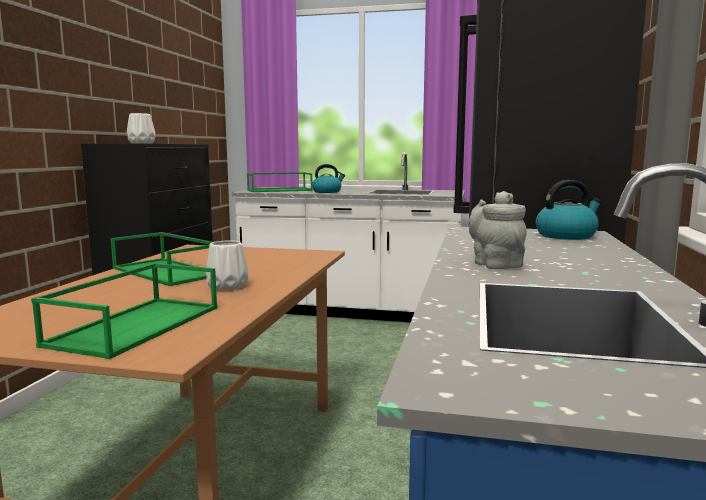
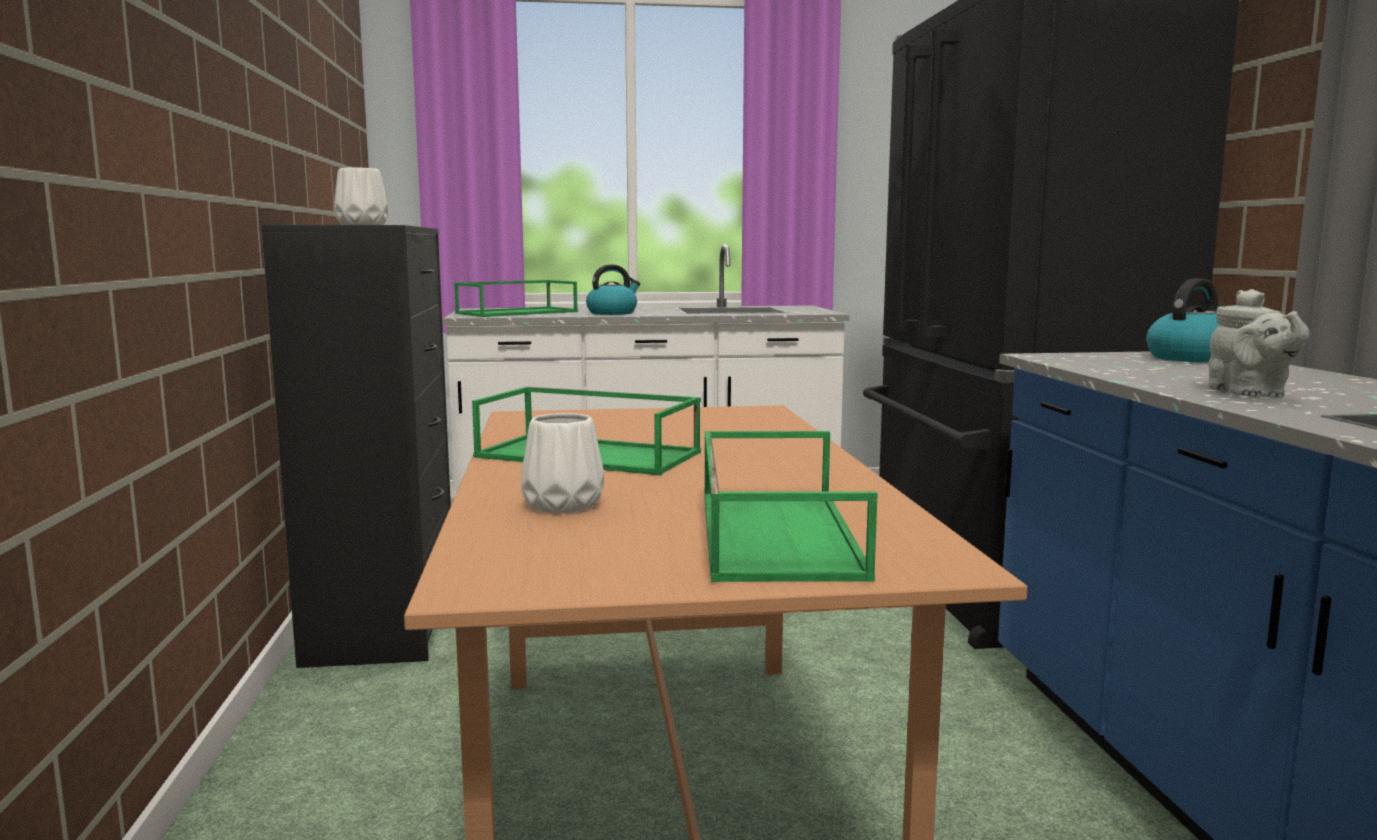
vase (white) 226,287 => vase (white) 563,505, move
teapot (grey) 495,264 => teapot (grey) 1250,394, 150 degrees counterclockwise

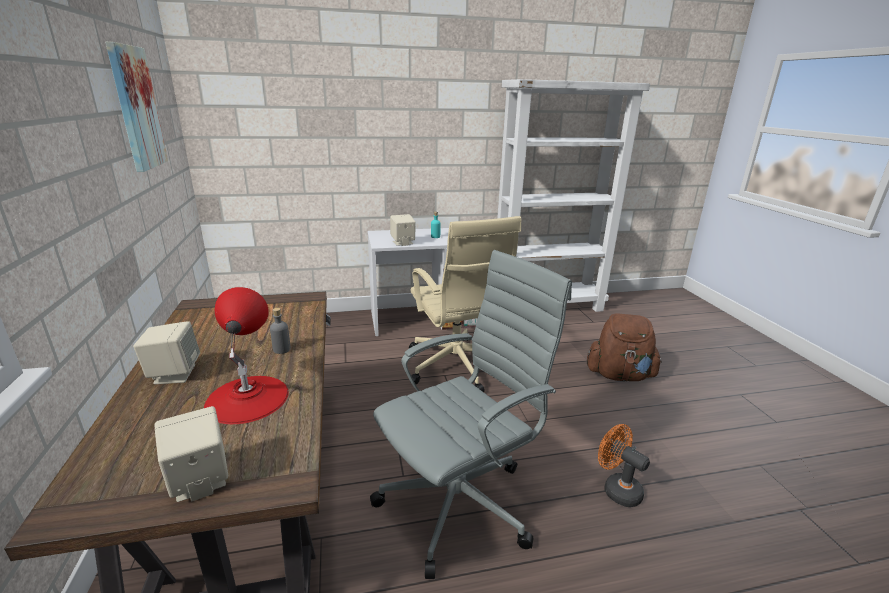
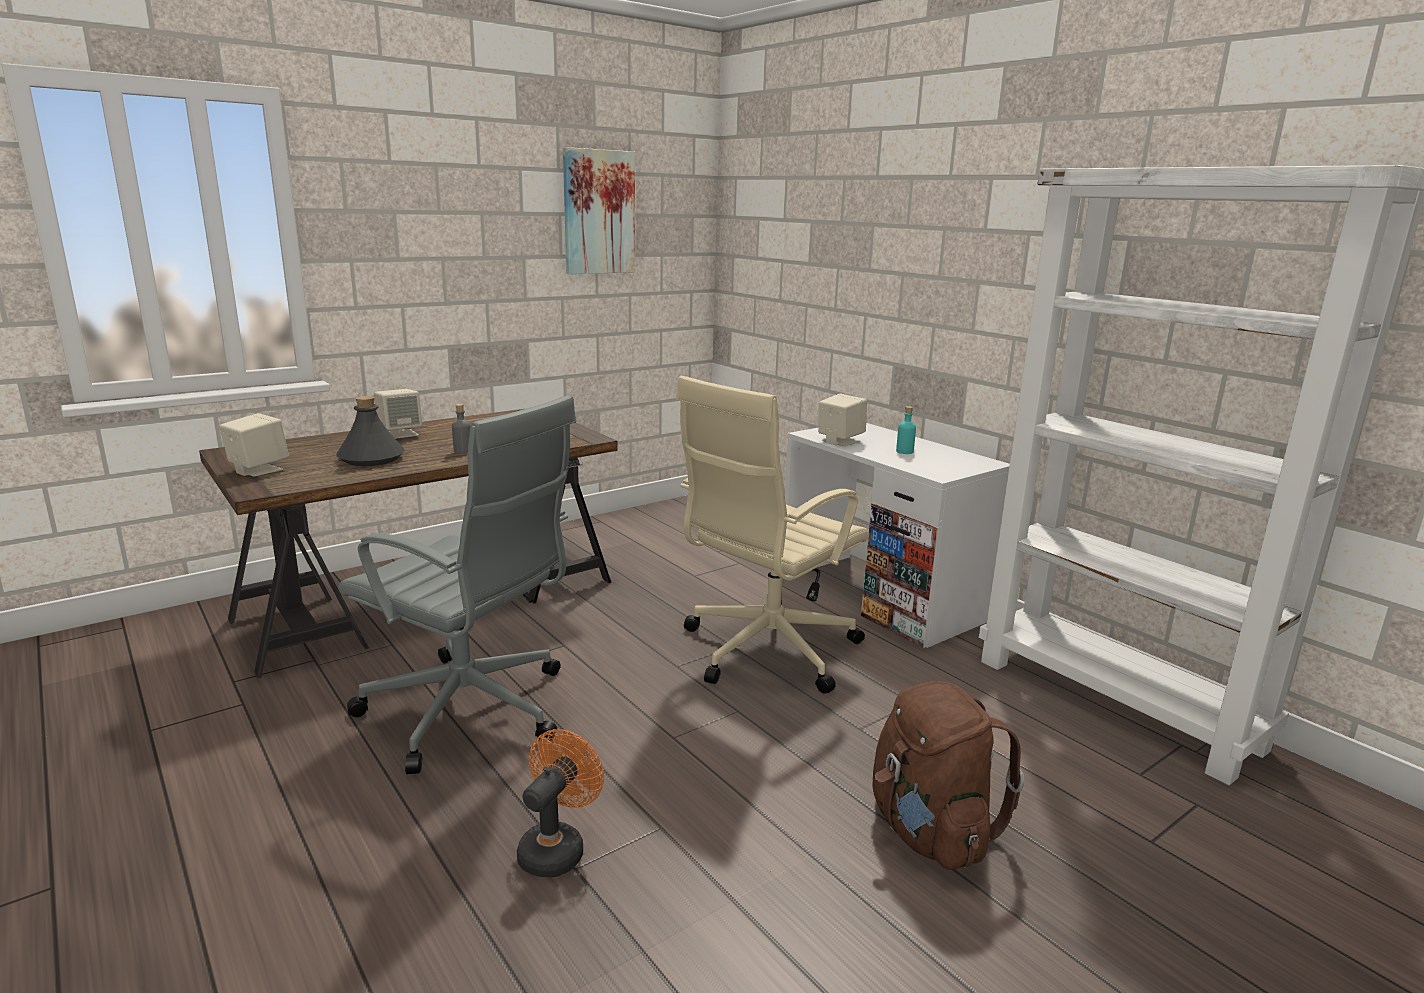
table lamp (red) 247,398 => bottle (grey) 371,458

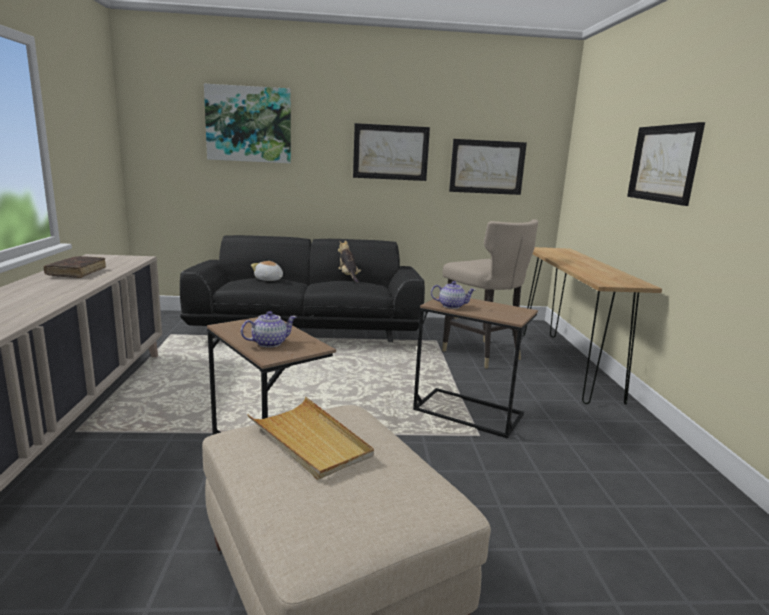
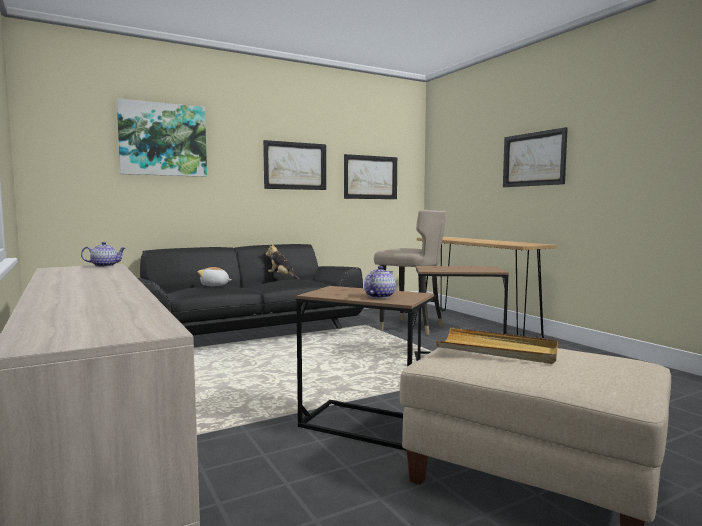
book (brown) 77,272 => nothing
teapot 452,306 => teapot 105,266, move

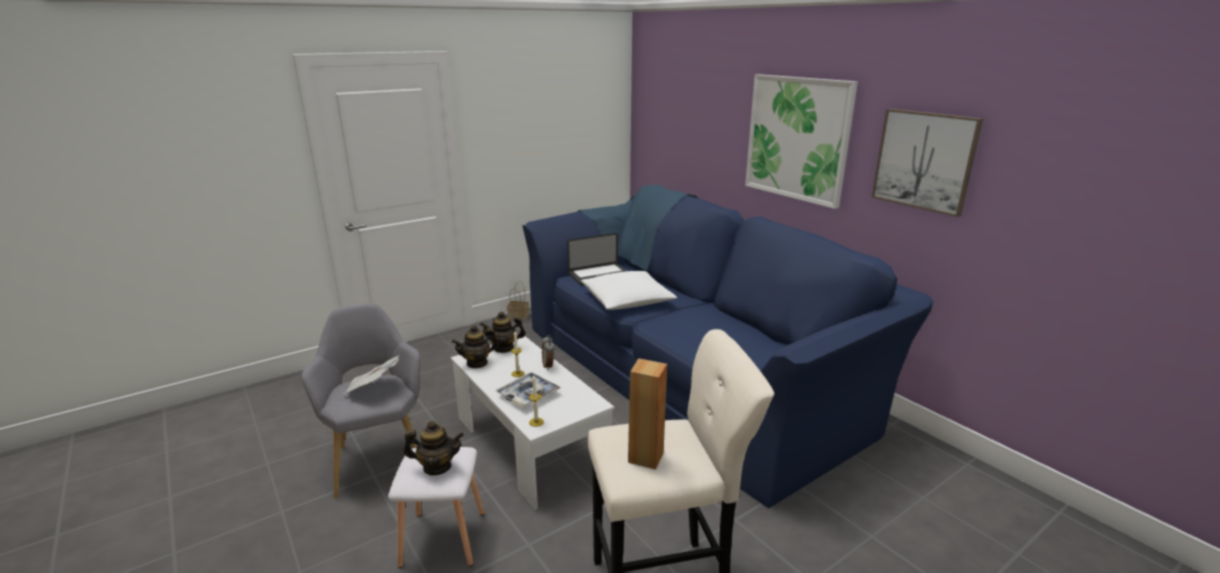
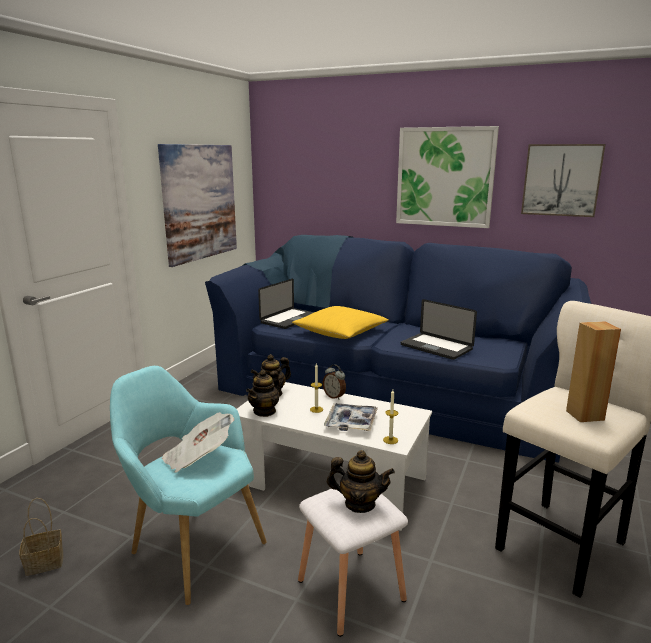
armchair (grey) 379,457 => armchair (turquoise) 191,546
teapot 437,467 => teapot 359,504, 45 degrees clockwise
basket 519,316 => basket 46,562, move
pillow (white) 627,301 => pillow (yellow) 341,332
nothing => picture 200,202
nothing => laptop 436,347

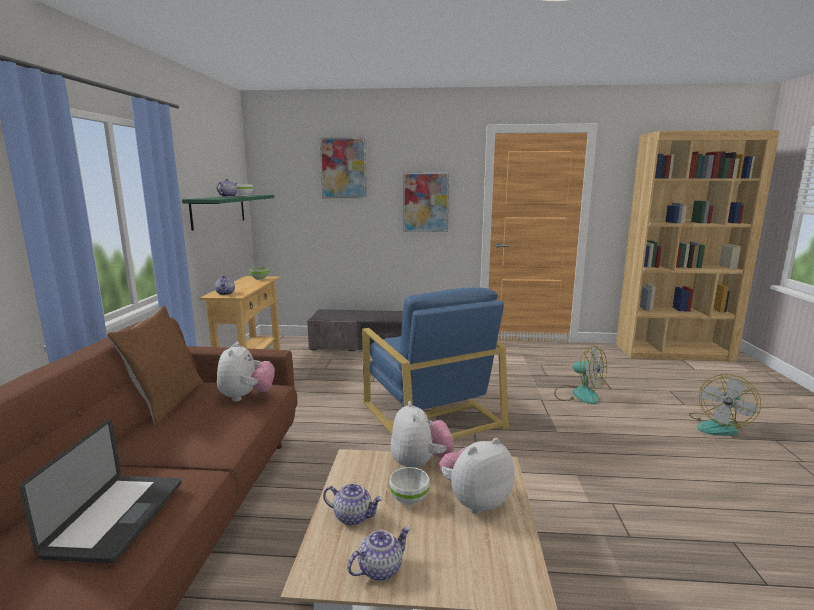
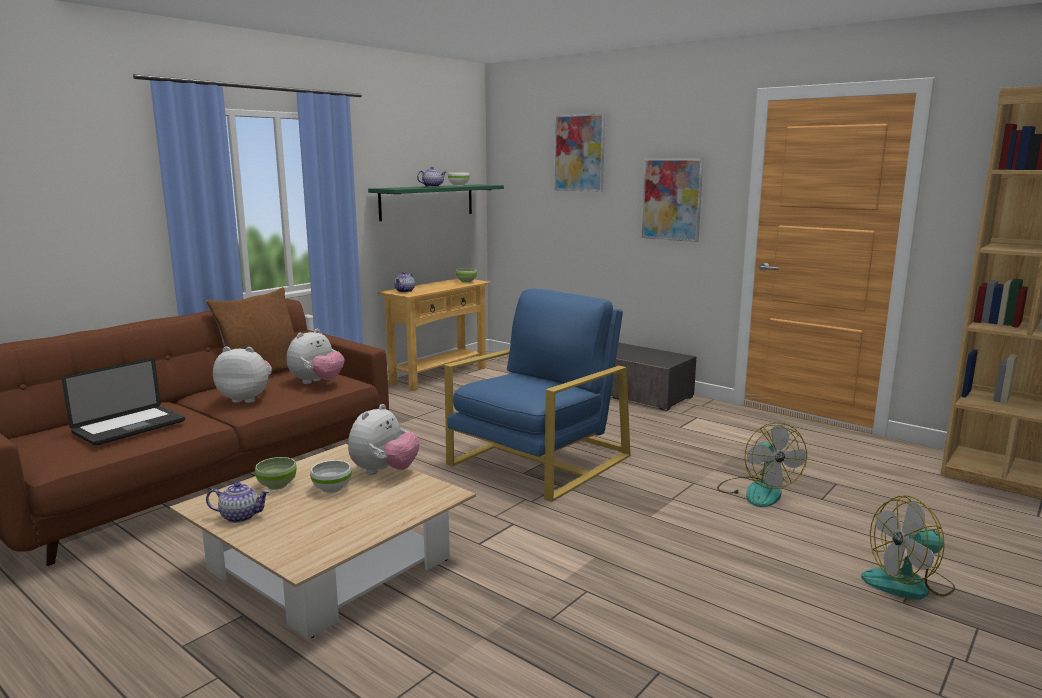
teapot 353,516 => bowl (green) 277,485
armchair (blue) 431,414 => armchair (blue) 538,460, 150 degrees counterclockwise
plush toy 475,501 => plush toy 246,399, move

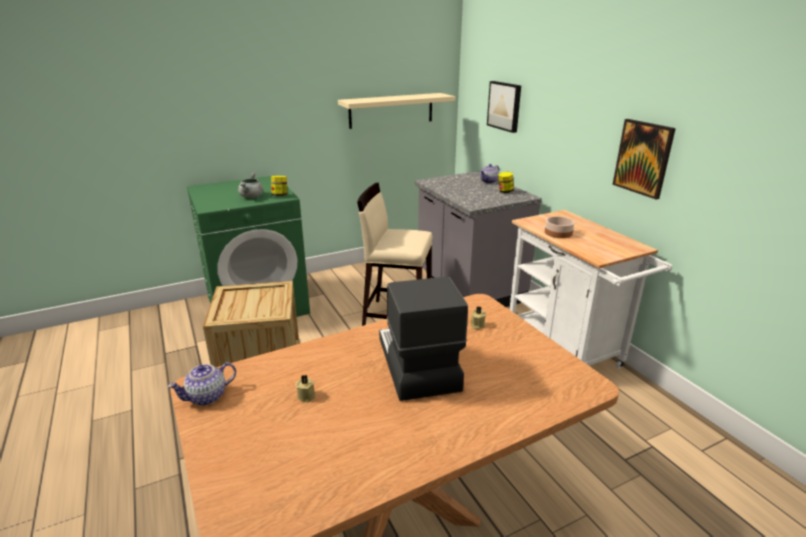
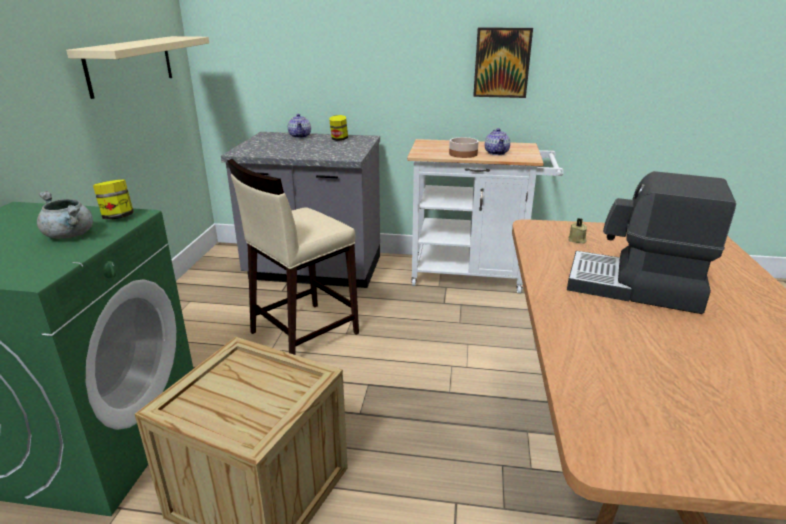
teapot 207,396 => teapot 496,153, move
candle (beige) 306,395 => nothing
picture 505,106 => nothing

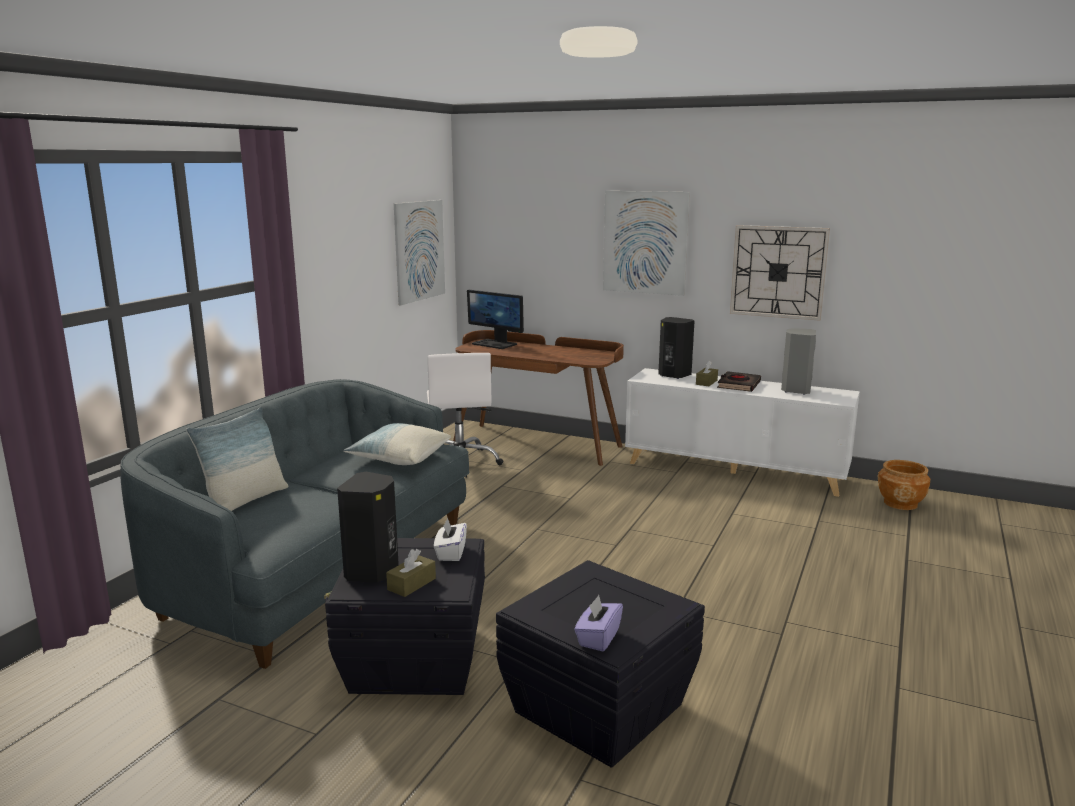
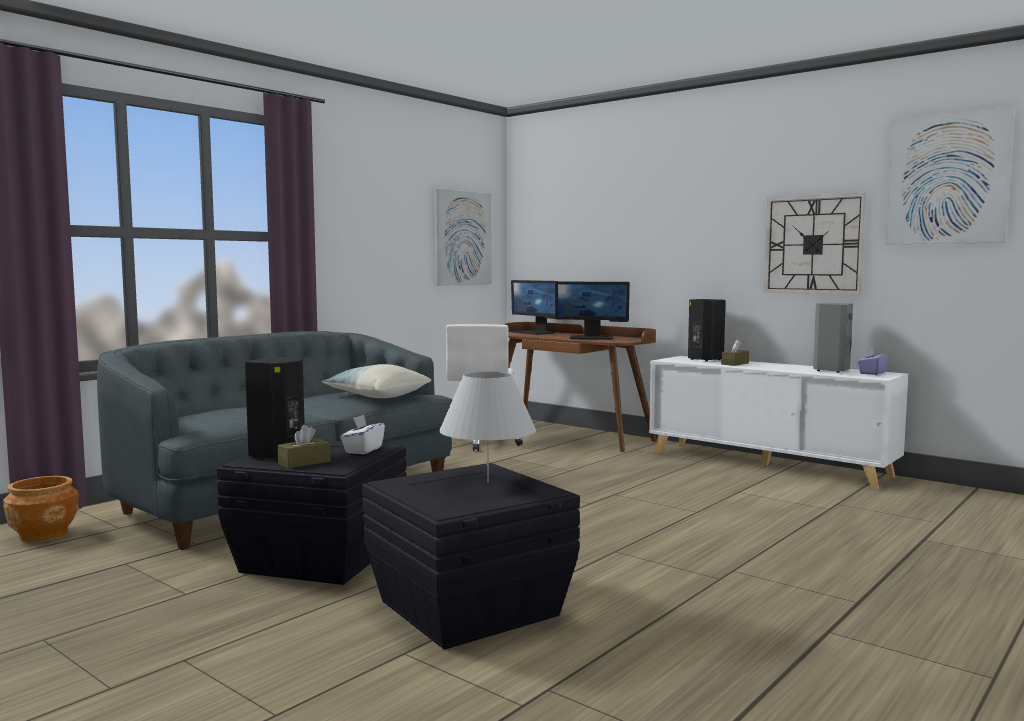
pillow 245,501 => nothing
tissue box (purple) 598,638 => tissue box (purple) 871,373, move
picture 645,242 => picture 946,179, move
book (black) 738,385 => nothing
planter (brown) 900,503 => planter (brown) 44,535, move
nothing => table lamp (white) 487,482
nothing => monitor 592,338

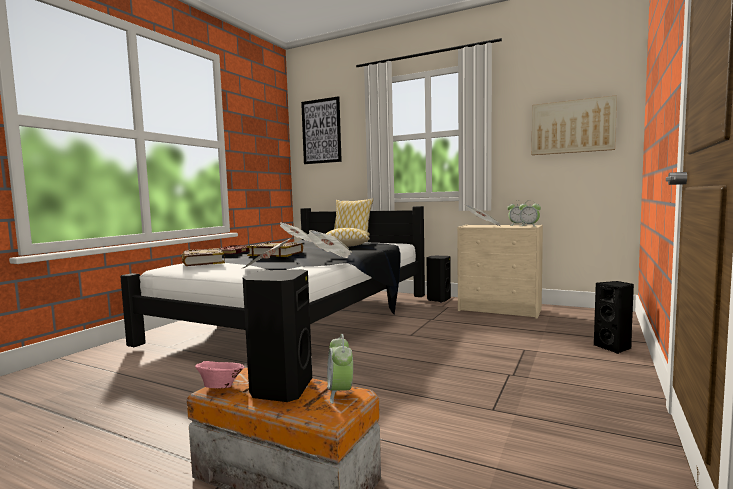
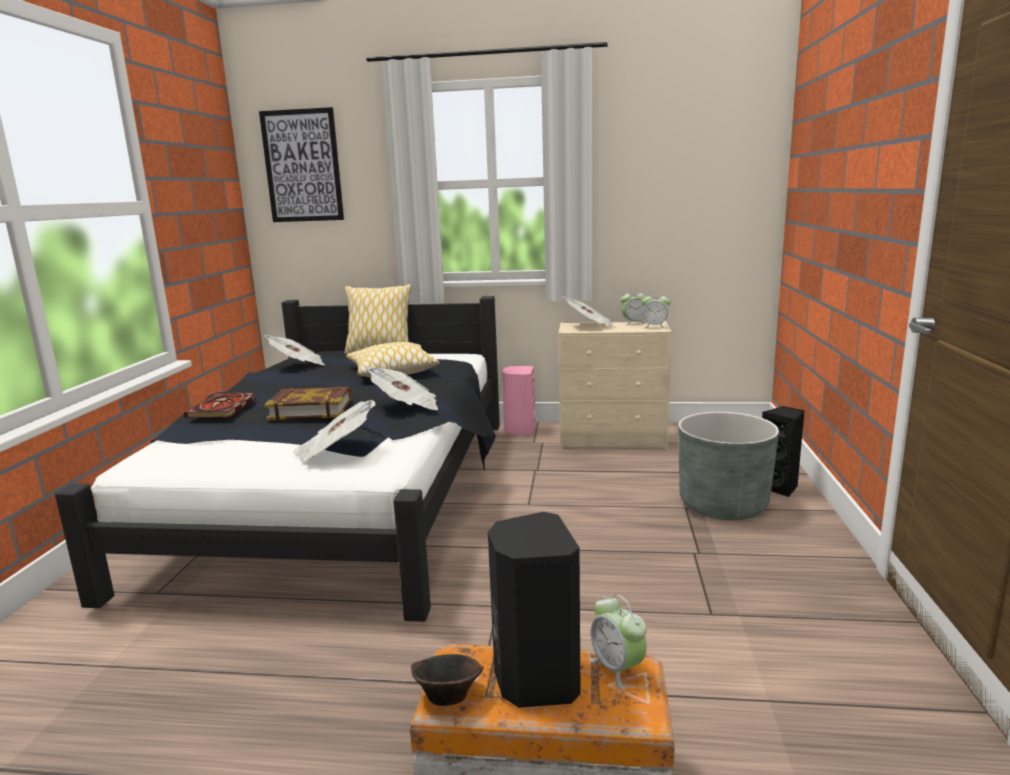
book 202,262 => nothing
bowl (pink) 220,387 => bowl (brown) 447,696
speaker (black) 438,299 => speaker (pink) 519,430
picture 572,127 => nothing
nothing => planter (grey) 723,505

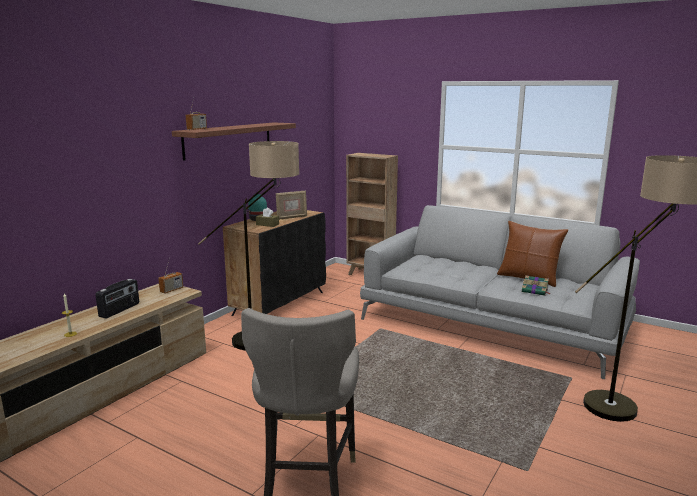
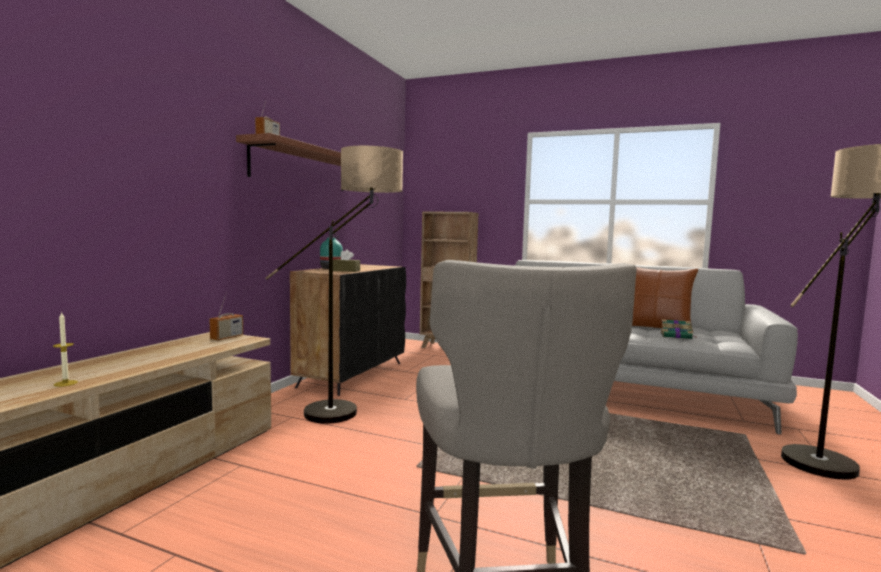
radio 120,310 => nothing
picture frame 291,217 => nothing

